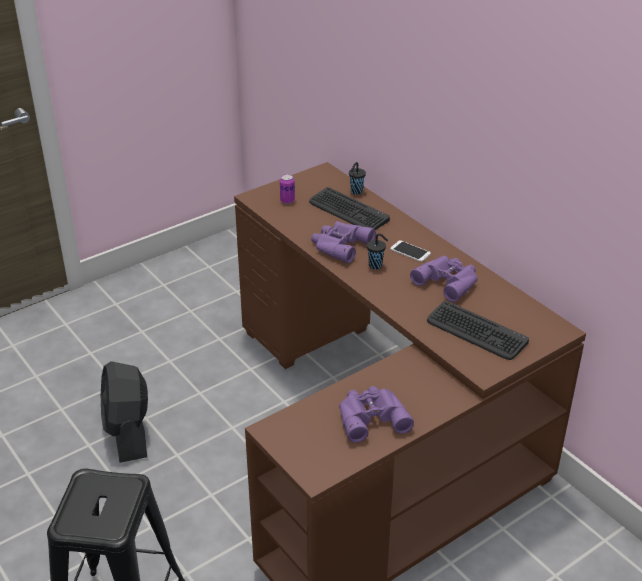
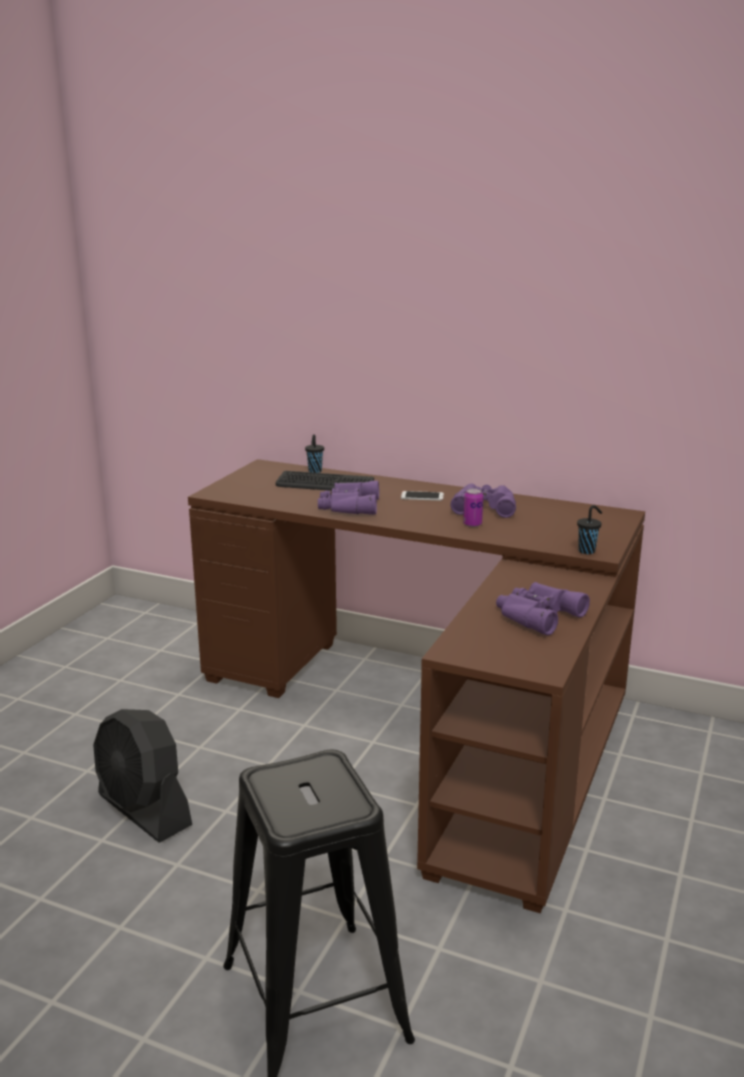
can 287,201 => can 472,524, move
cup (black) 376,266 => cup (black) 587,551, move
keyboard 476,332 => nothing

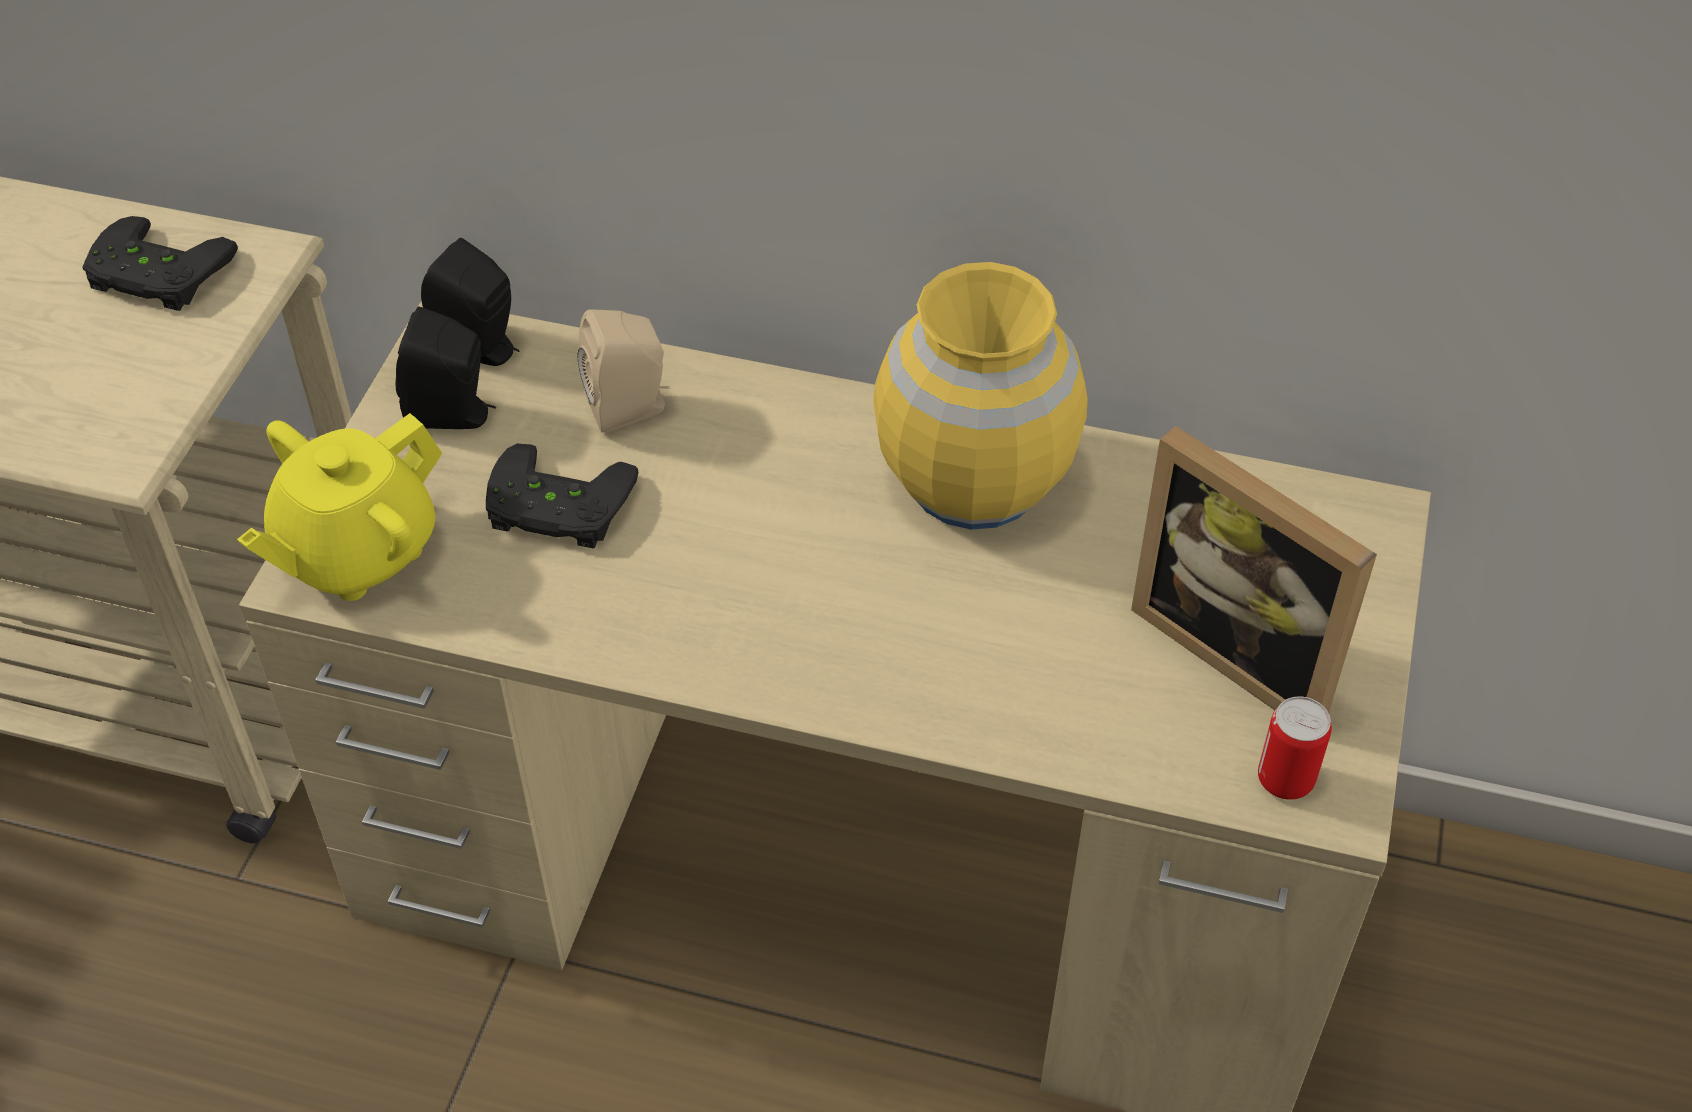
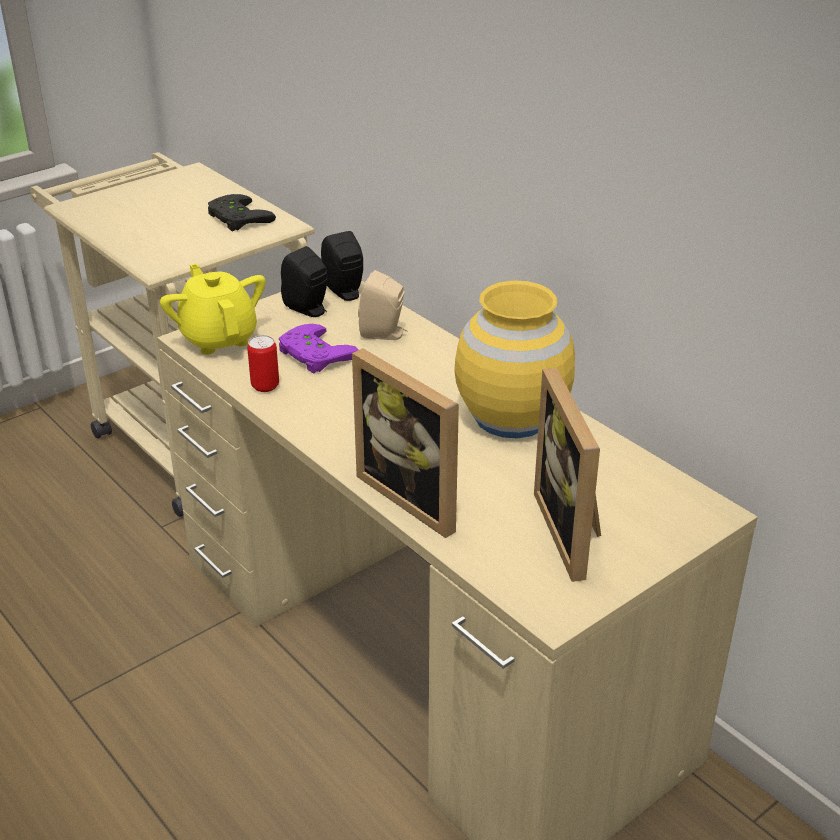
teapot (yellow) 356,552 => teapot (yellow) 219,338, 75 degrees clockwise
game controller (black) 555,510 => game controller (purple) 312,355
can 1285,780 => can 265,386, move
nothing => picture frame 416,496

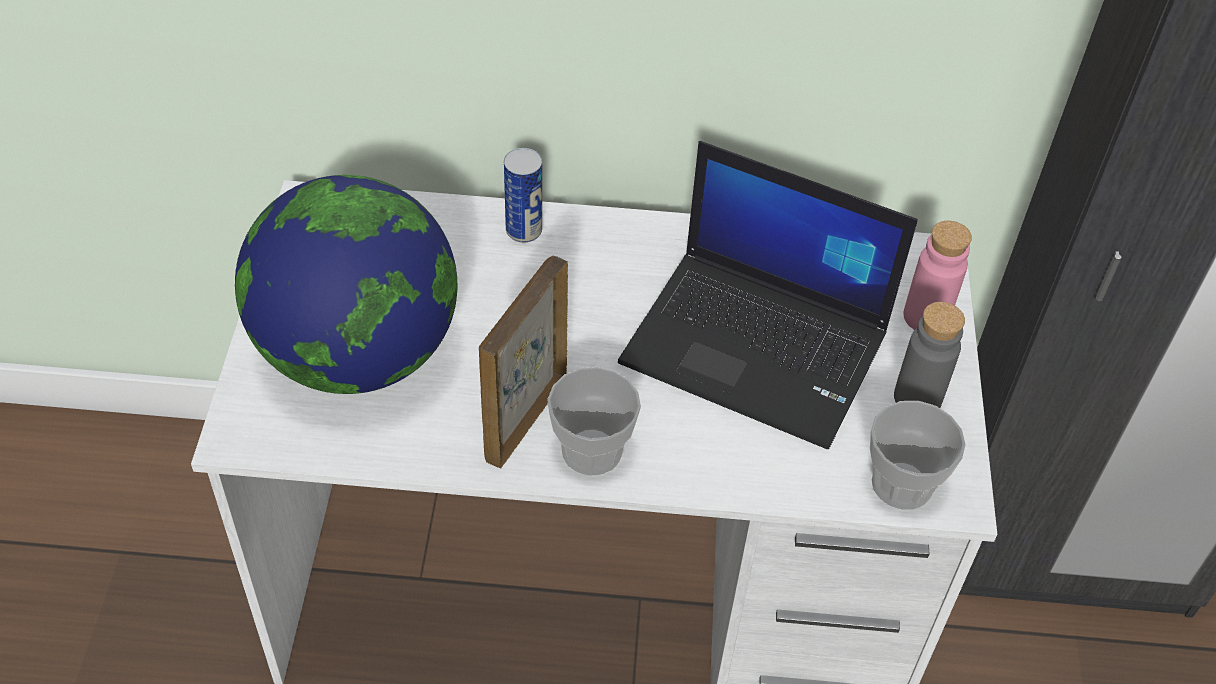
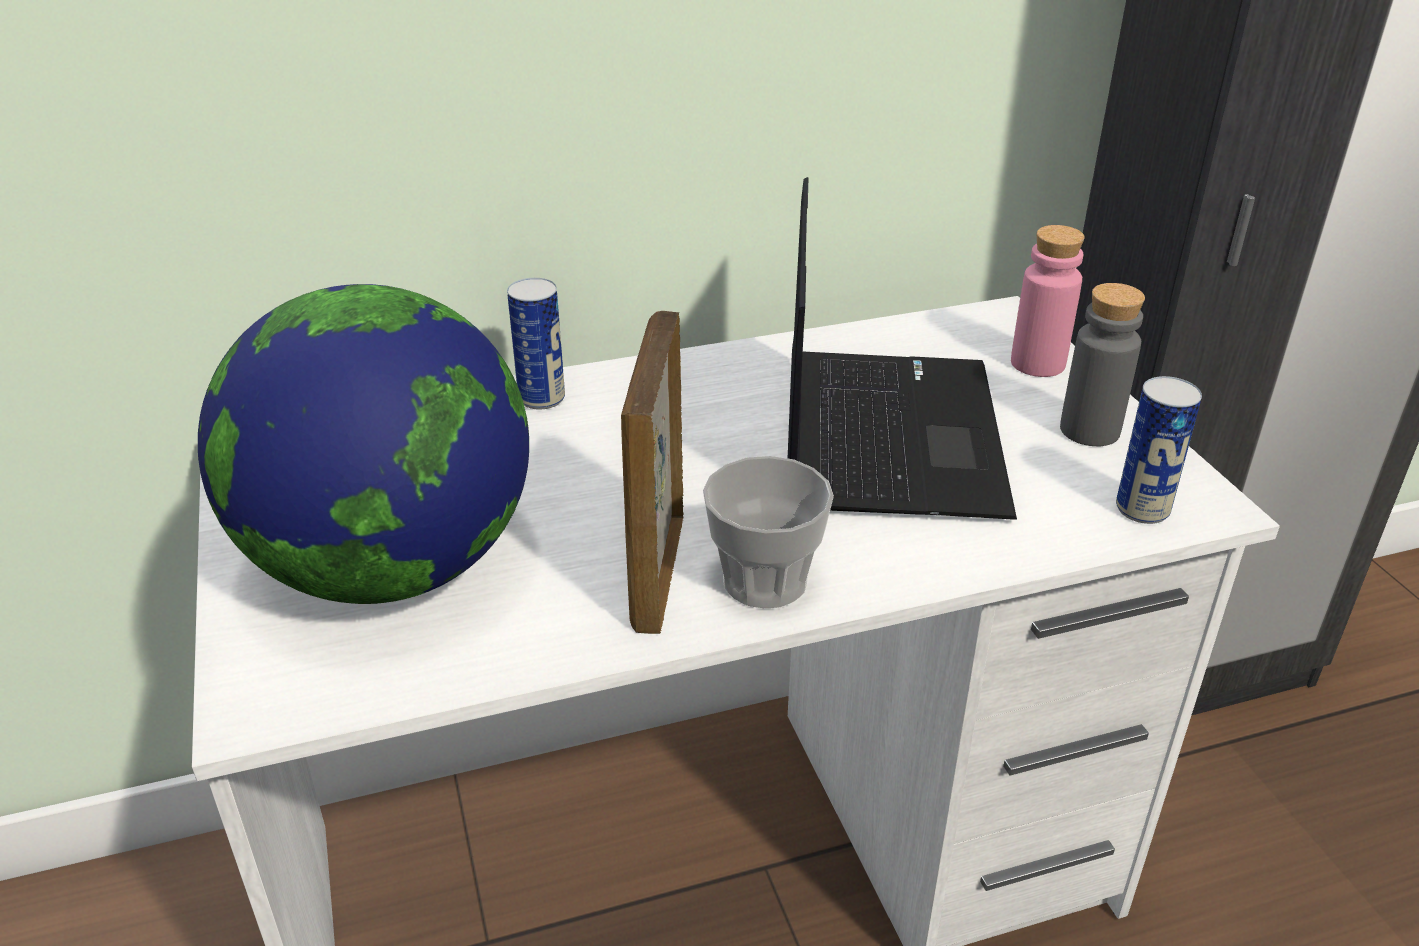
laptop 759,347 => laptop 886,432, 90 degrees counterclockwise
cup 902,484 => can 1142,509

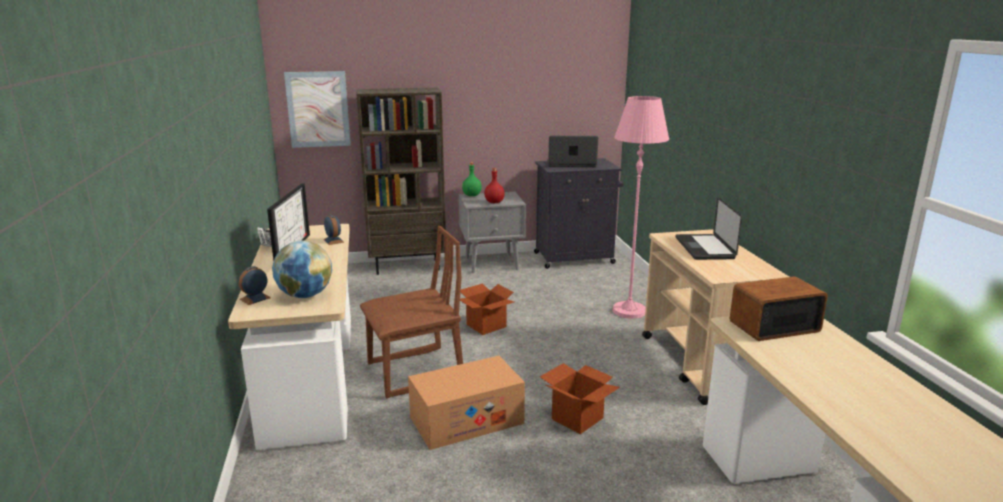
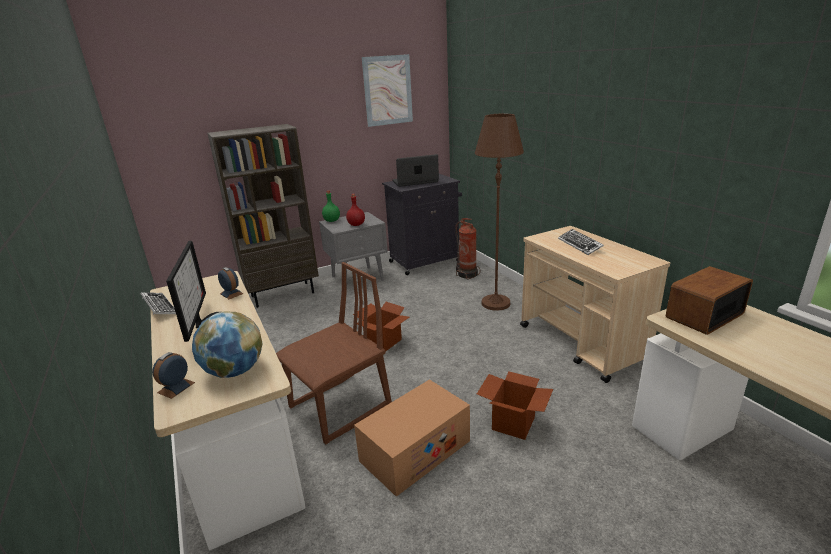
picture 318,109 => picture 387,90, move
floor lamp (pink) 629,311 => floor lamp (brown) 495,303
laptop 704,248 => keyboard 579,245
nothing => fire extinguisher 467,274

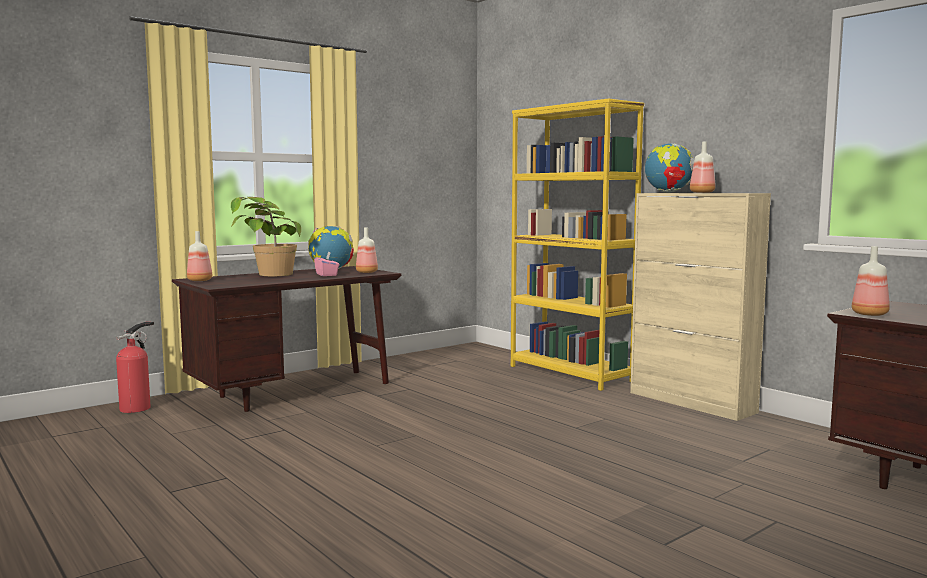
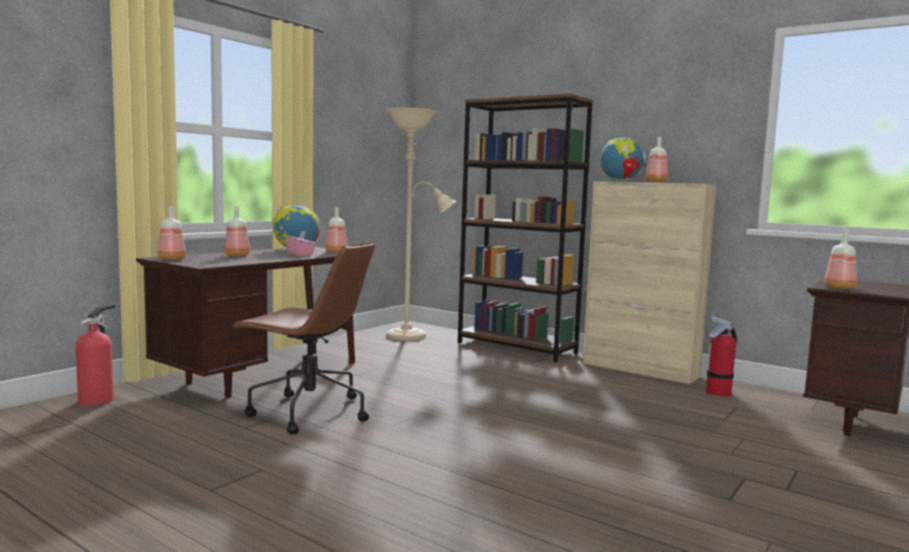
potted plant 265,276 => bottle 238,255
bookcase (yellow) 570,373 => bookcase (brown) 517,347
nothing => office chair (brown) 308,412
nothing => floor lamp (beige) 412,336
nothing => fire extinguisher 718,392

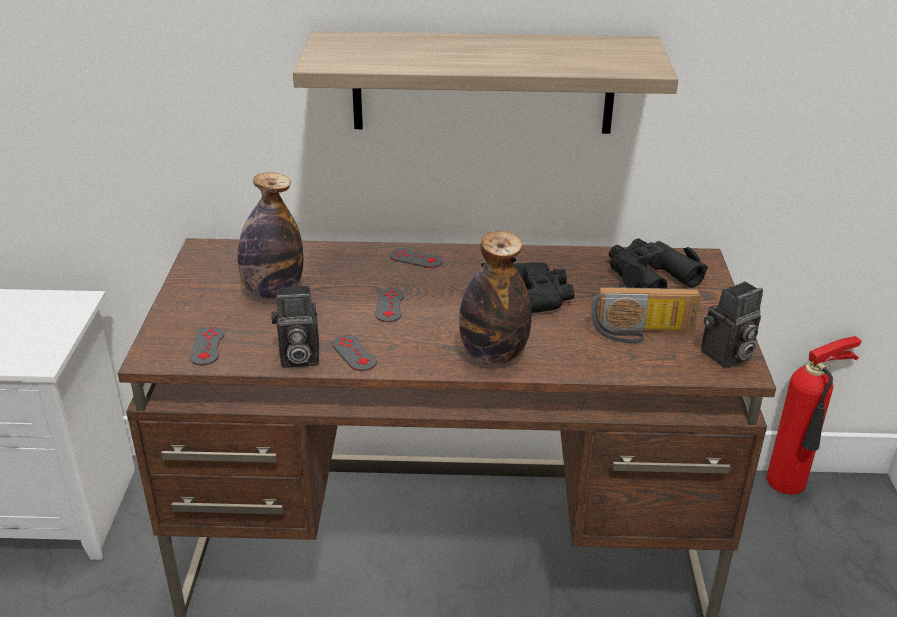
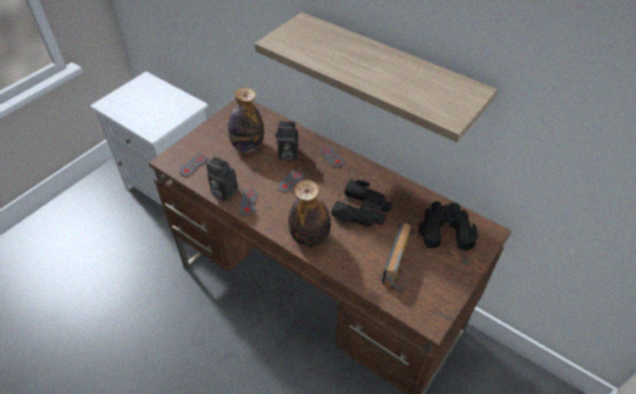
radio 642,333 => radio 400,266, 105 degrees counterclockwise
photo camera 726,356 => photo camera 287,155, move
fire extinguisher 791,483 => nothing

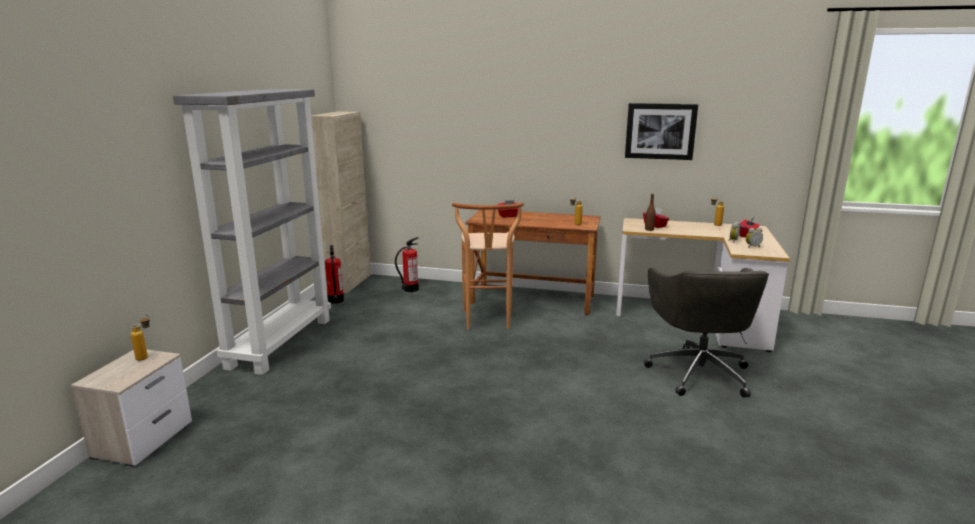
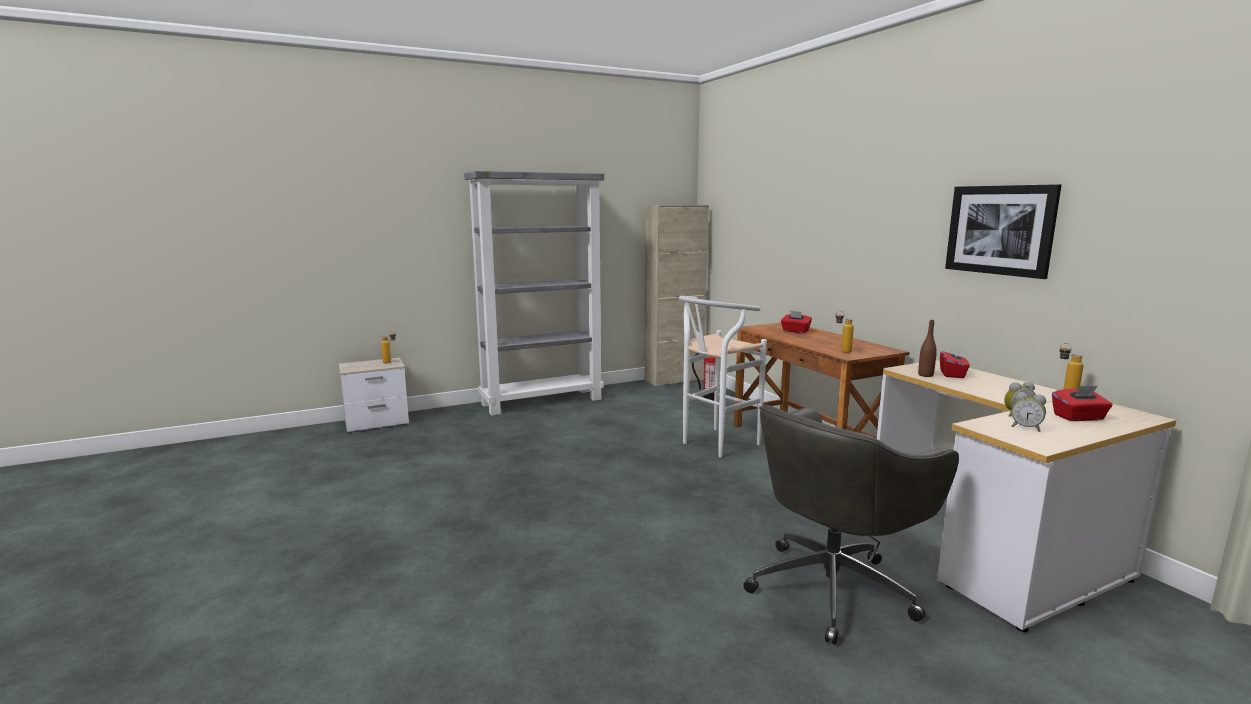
fire extinguisher 335,300 => nothing
stool (brown) 487,322 => stool (white) 714,445

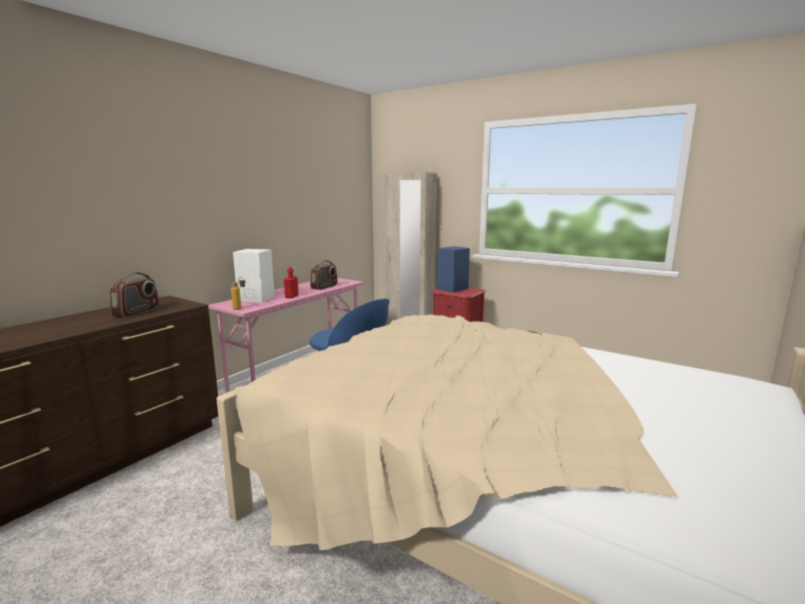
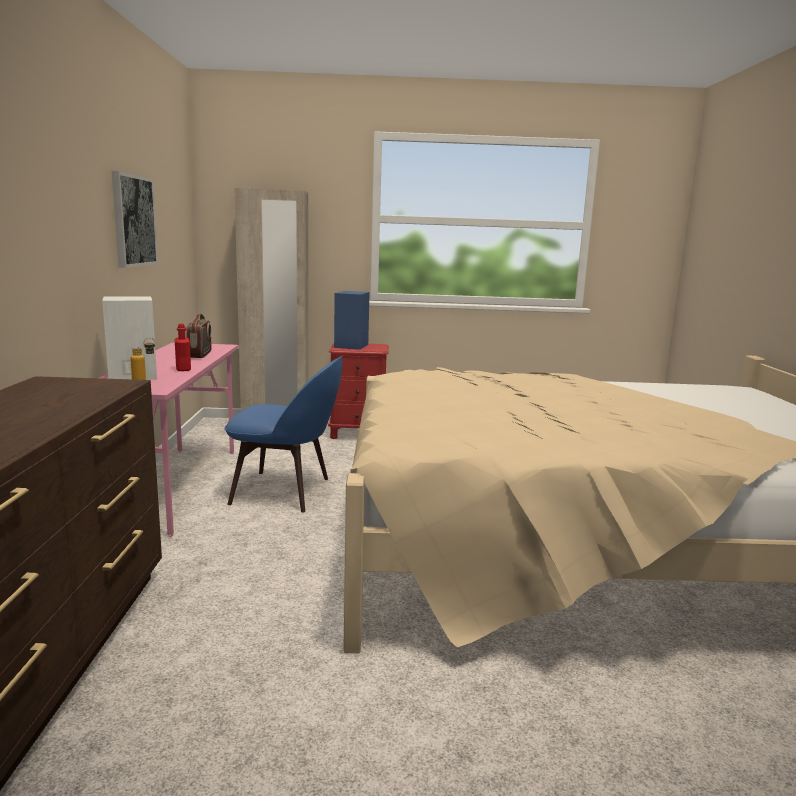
radio 137,312 => nothing
nothing => picture 133,221

